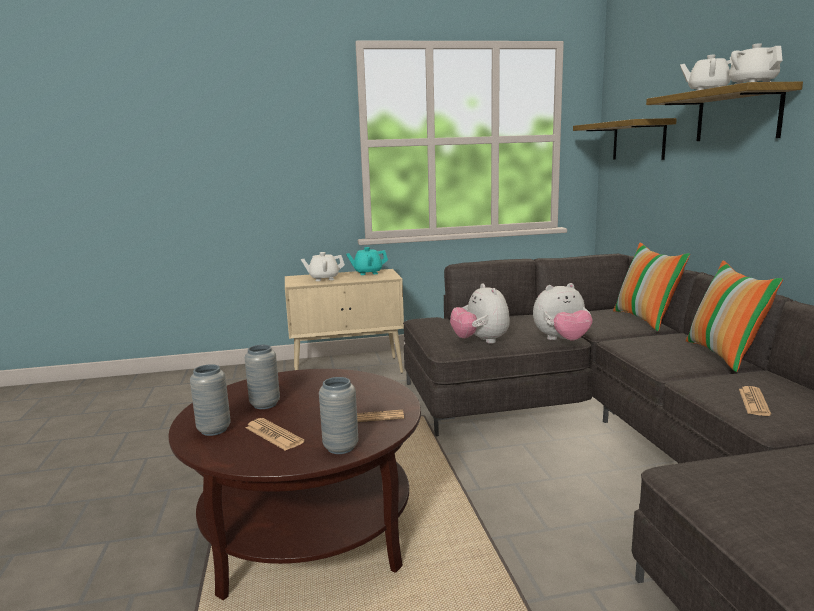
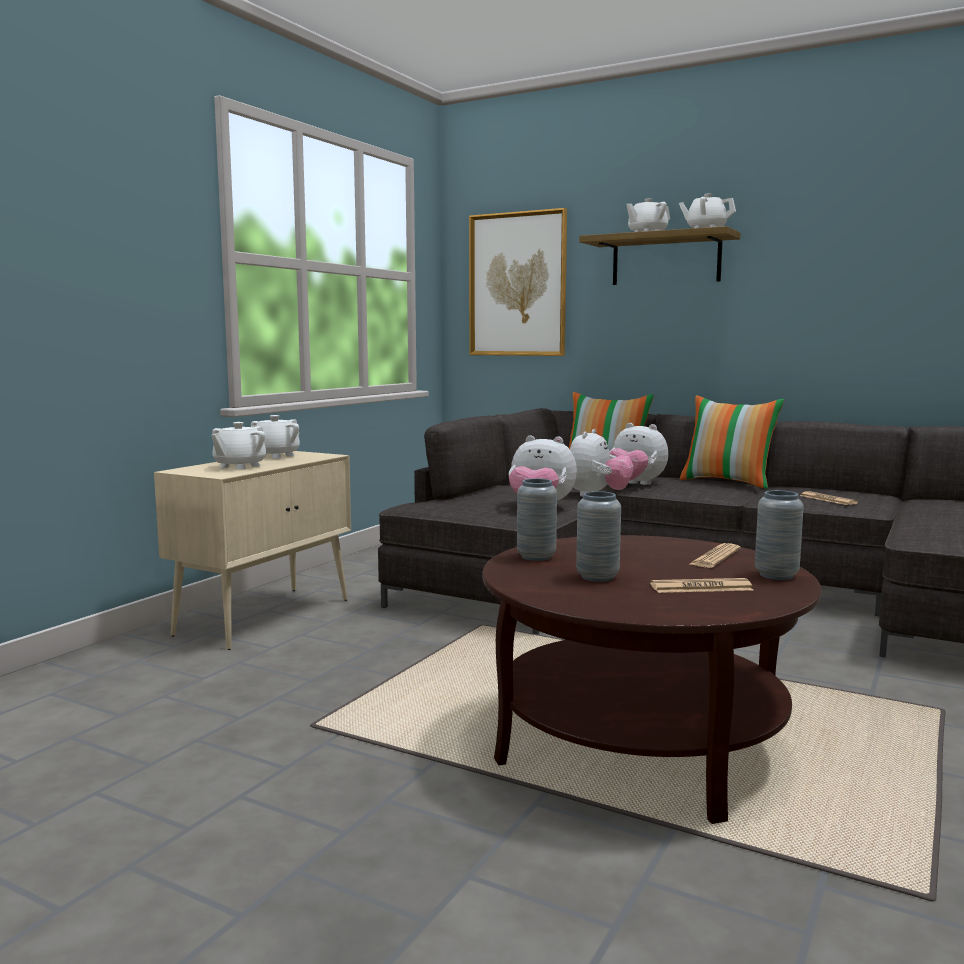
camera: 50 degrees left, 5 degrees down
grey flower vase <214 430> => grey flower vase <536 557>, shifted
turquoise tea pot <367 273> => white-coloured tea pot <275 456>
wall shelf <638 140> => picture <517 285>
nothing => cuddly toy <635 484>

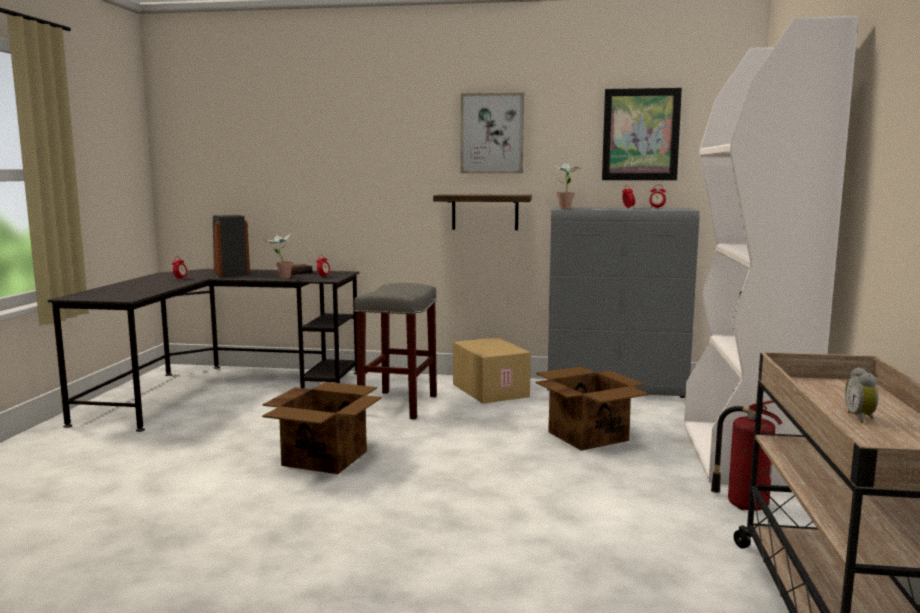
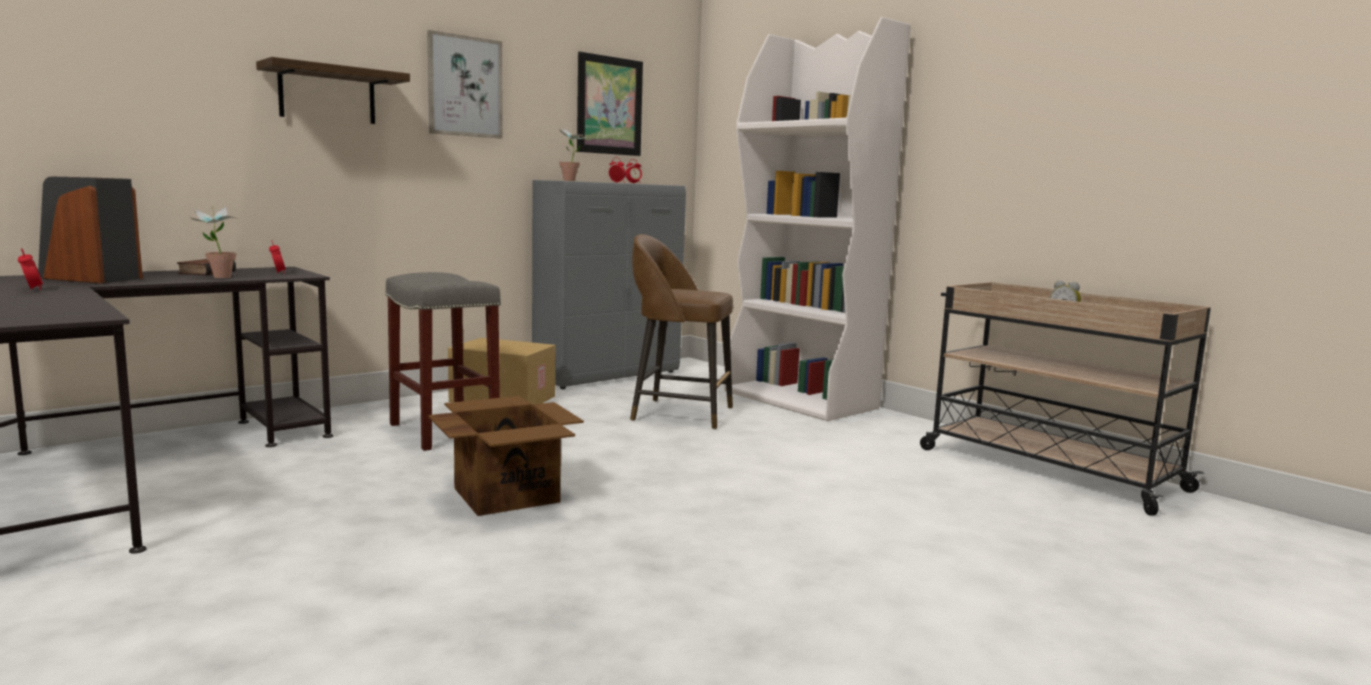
camera: 50 degrees left, 0 degrees up
wall shelf <485 212> => wall shelf <327 95>, shifted
carton <587 436> => brown sitting stool <679 413>
fire-fighting cylinder <745 504> => nothing

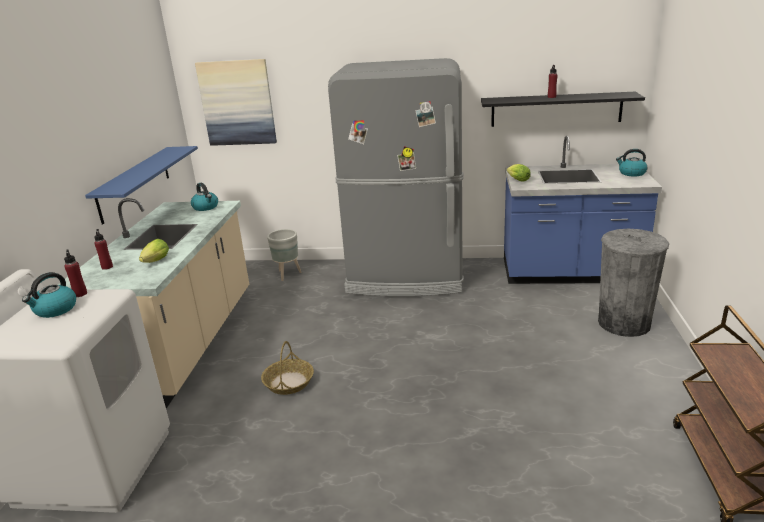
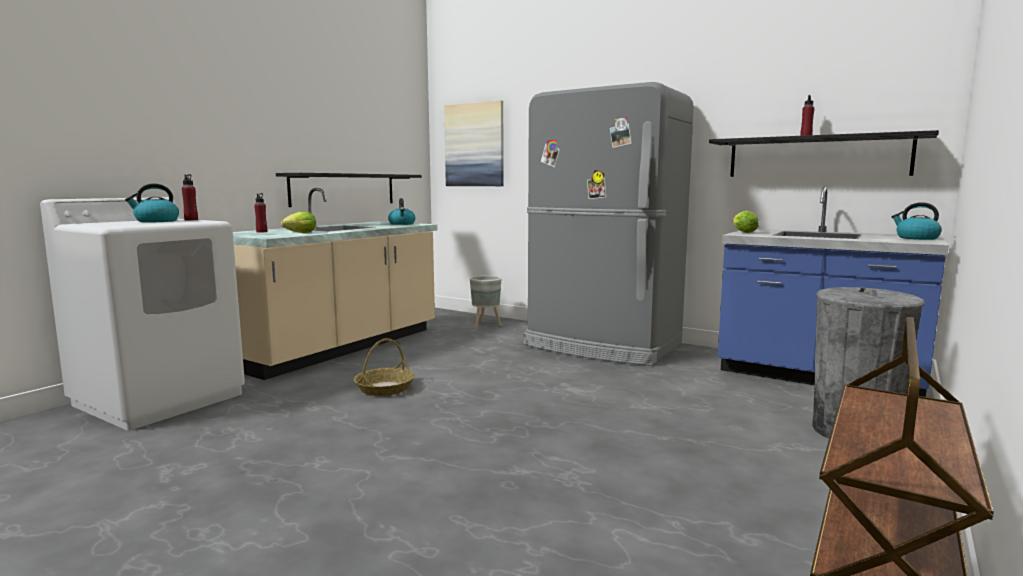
camera: 25 degrees right, 15 degrees down
bluish wall shelf <134 183> => blackish wall shelf <344 189>

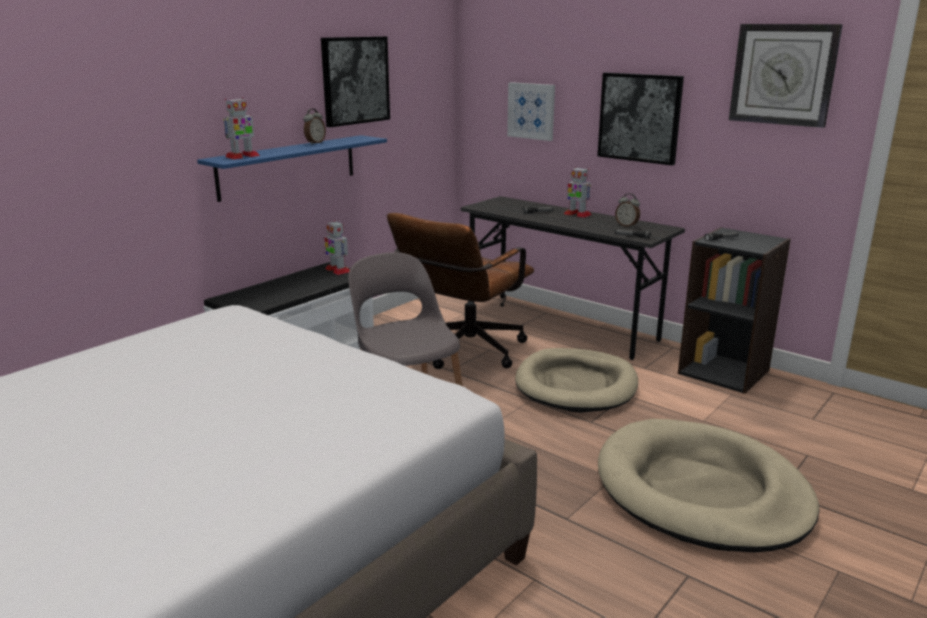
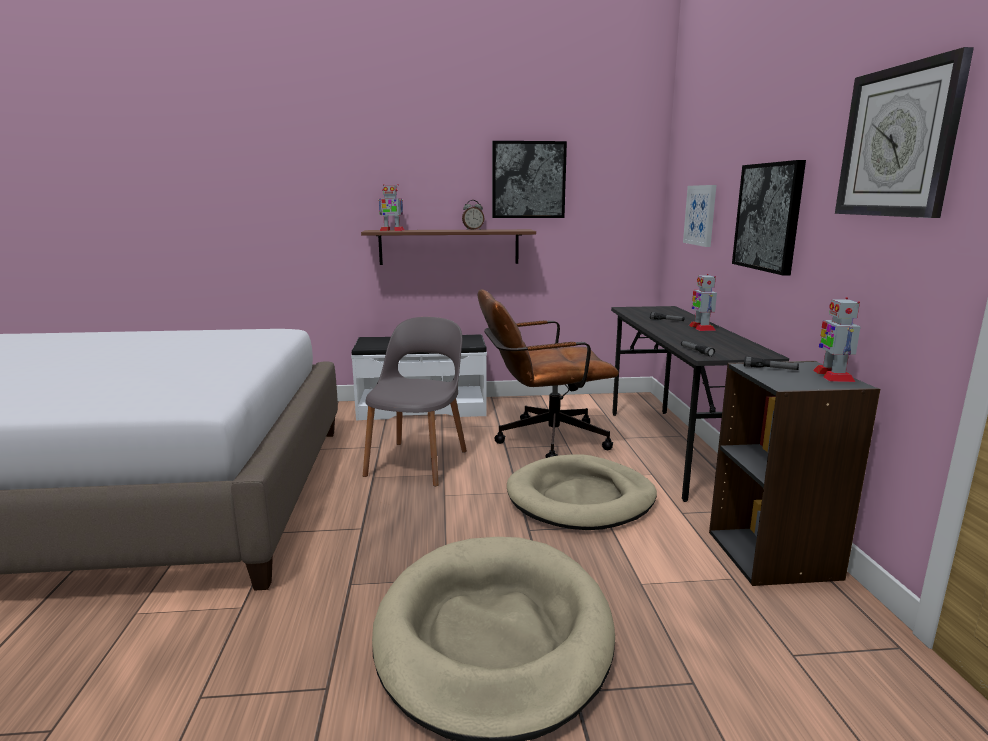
camera: 45 degrees right, 5 degrees down
bluish wall shelf <288 166> => brown wall shelf <449 247>
toy robot <337 270> => toy robot <832 376>, shifted
alarm clock <627 226> => nothing

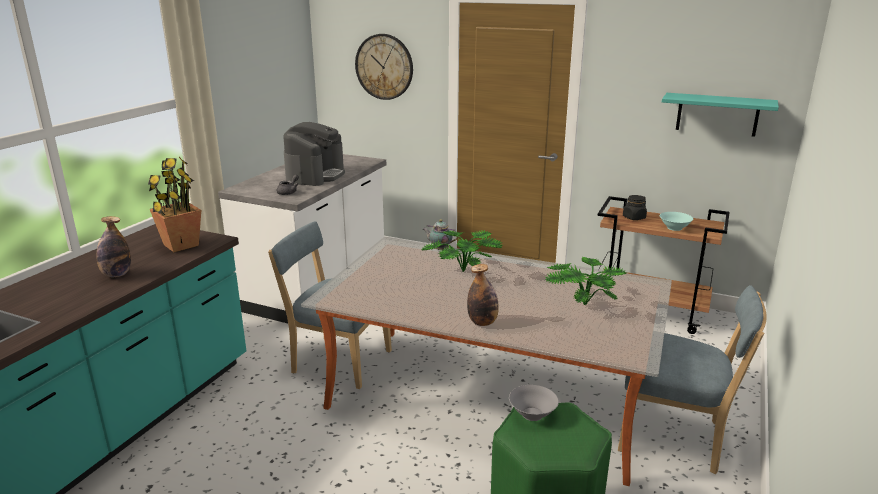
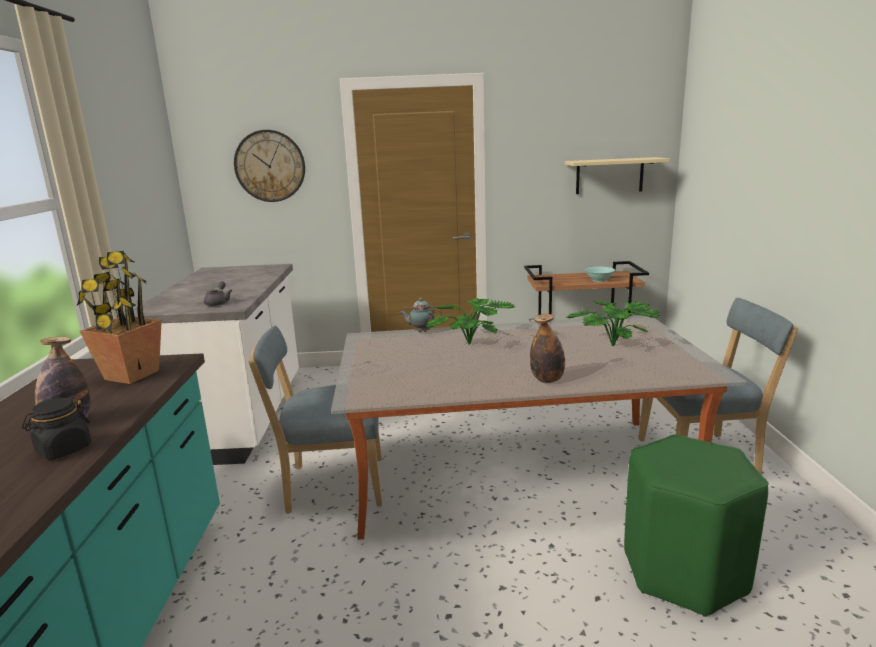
camera: 25 degrees left, 5 degrees down
coffee brewer <315 175> => nothing
grey serving bowl <533 414> => nothing
blackish jar <634 217> => blackish jar <63 449>, shifted
turquoise wall shelf <717 114> => sand-coloured wall shelf <609 176>

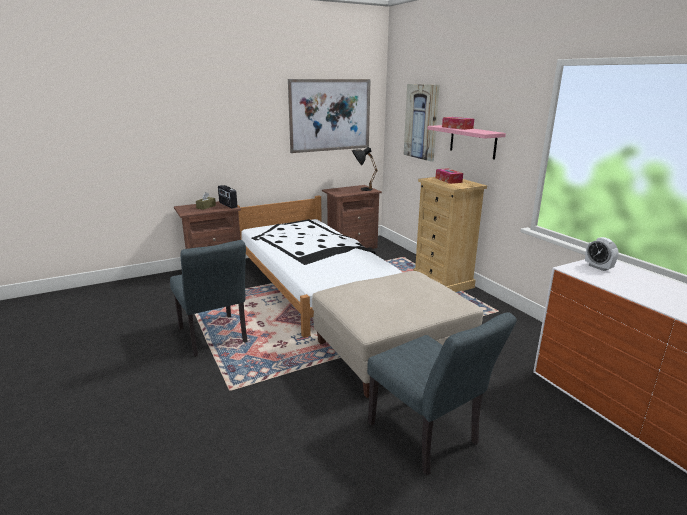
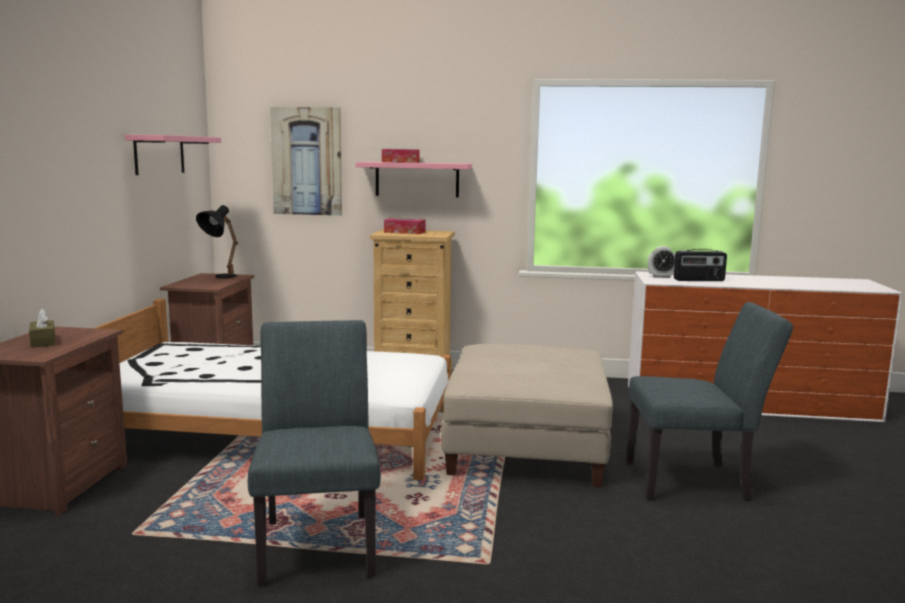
camera: 55 degrees left, 10 degrees down
grey upright chair <214 338> => grey upright chair <318 541>, 105 degrees counterclockwise
radio receiver <227 205> => radio receiver <699 280>, shifted
picture <330 115> => pink-coloured wall shelf <159 155>

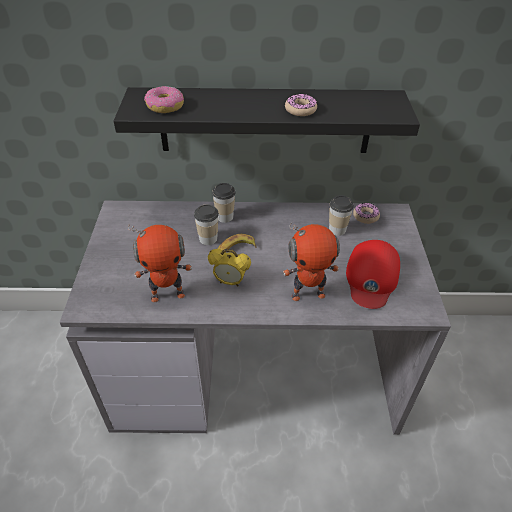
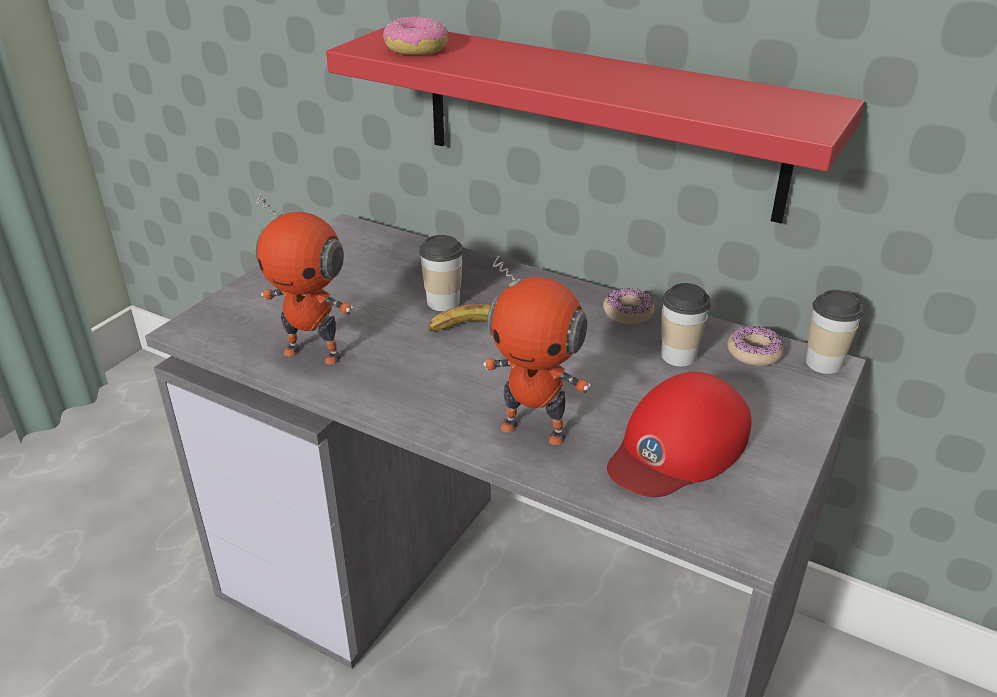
camera: 30 degrees right, 10 degrees down
blackish wall shelf <265 121> => reddish wall shelf <598 120>
alarm clock <230 282> => nothing
cup <224 217> => cup <823 363>, shifted
ring doughnut <300 109> => ring doughnut <628 312>, shifted

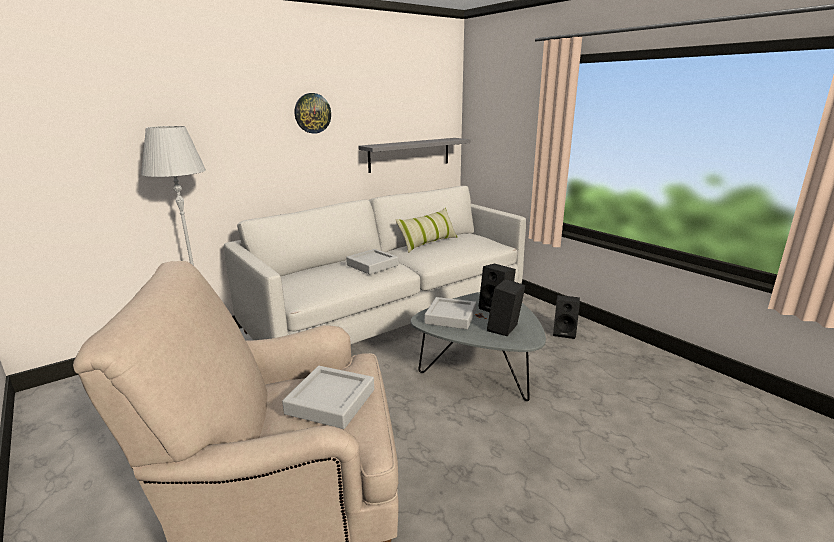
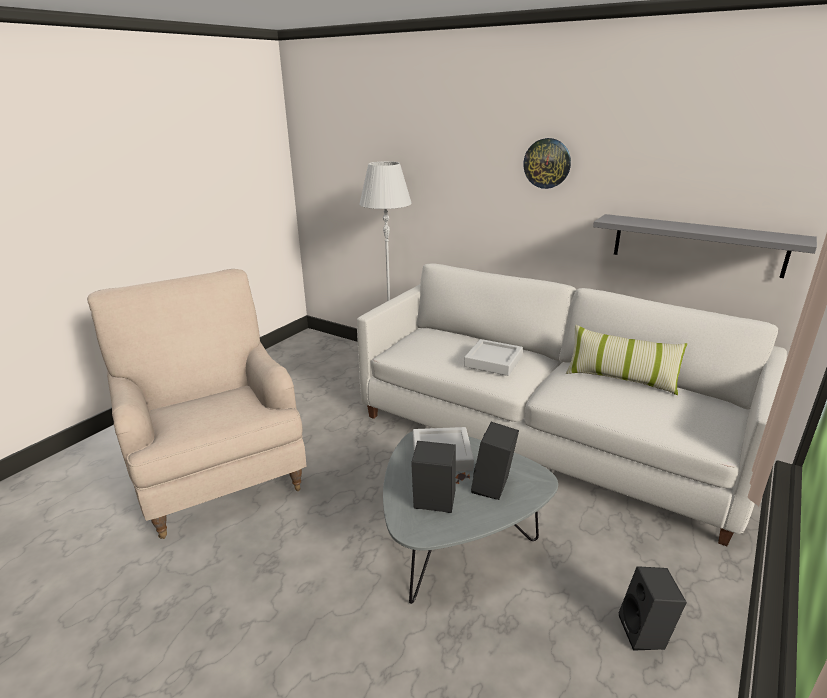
camera: 70 degrees right, 5 degrees up
grey tray <330 402> => nothing

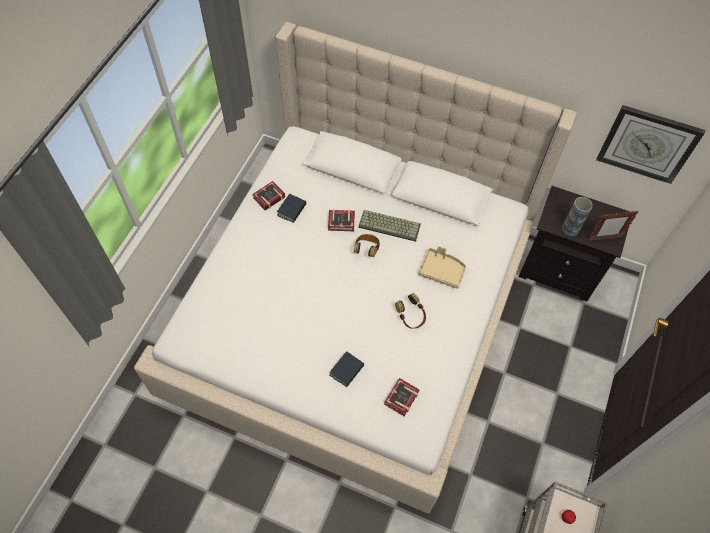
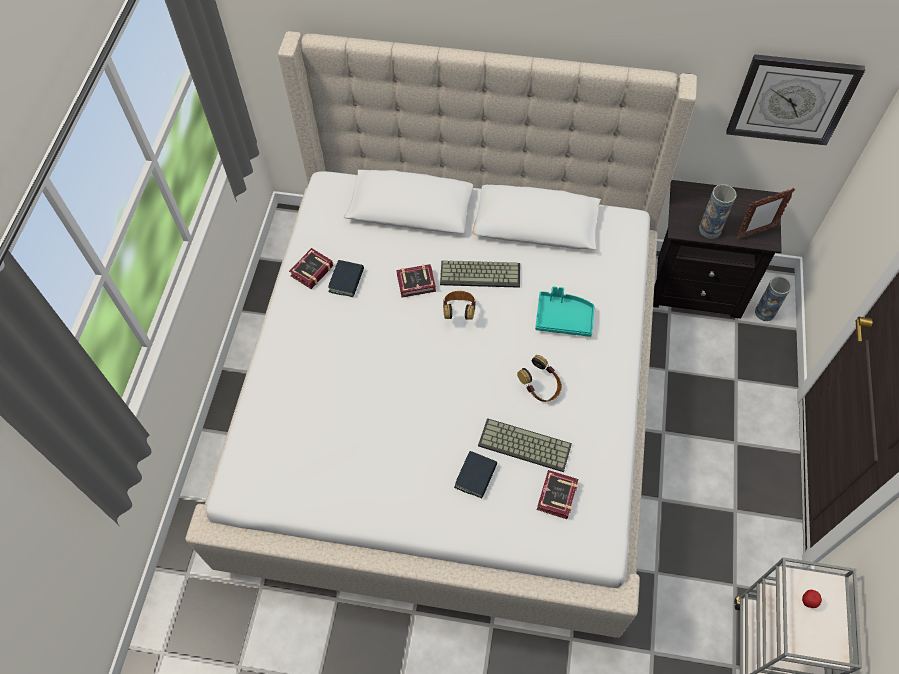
camera: 10 degrees left, 0 degrees up
sand-coloured tray <442 271> => turquoise tray <563 318>
nothing => PC keyboard <523 446>
nothing => flower vase <765 312>

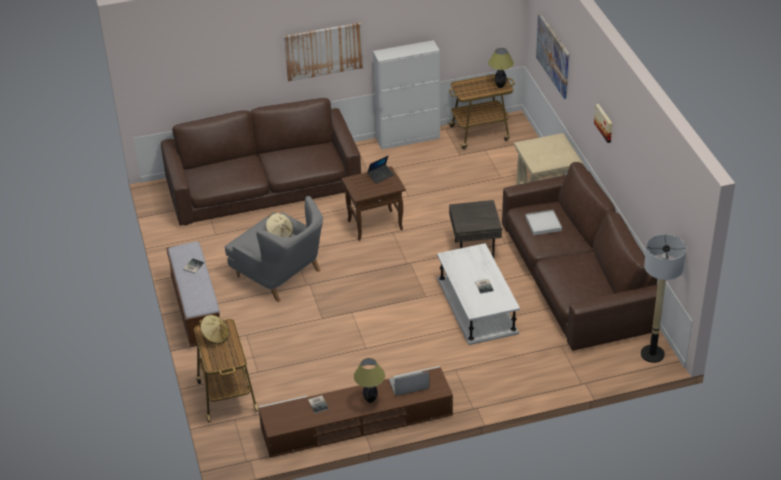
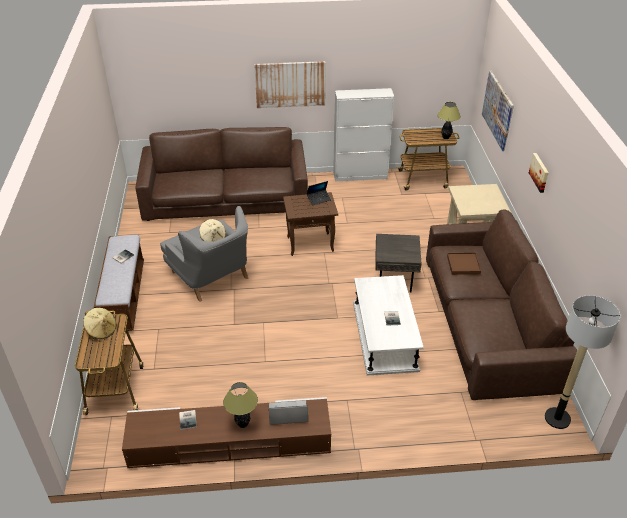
camera: 10 degrees right, 0 degrees up
white-coloured tray <543 224> => brown tray <463 265>

